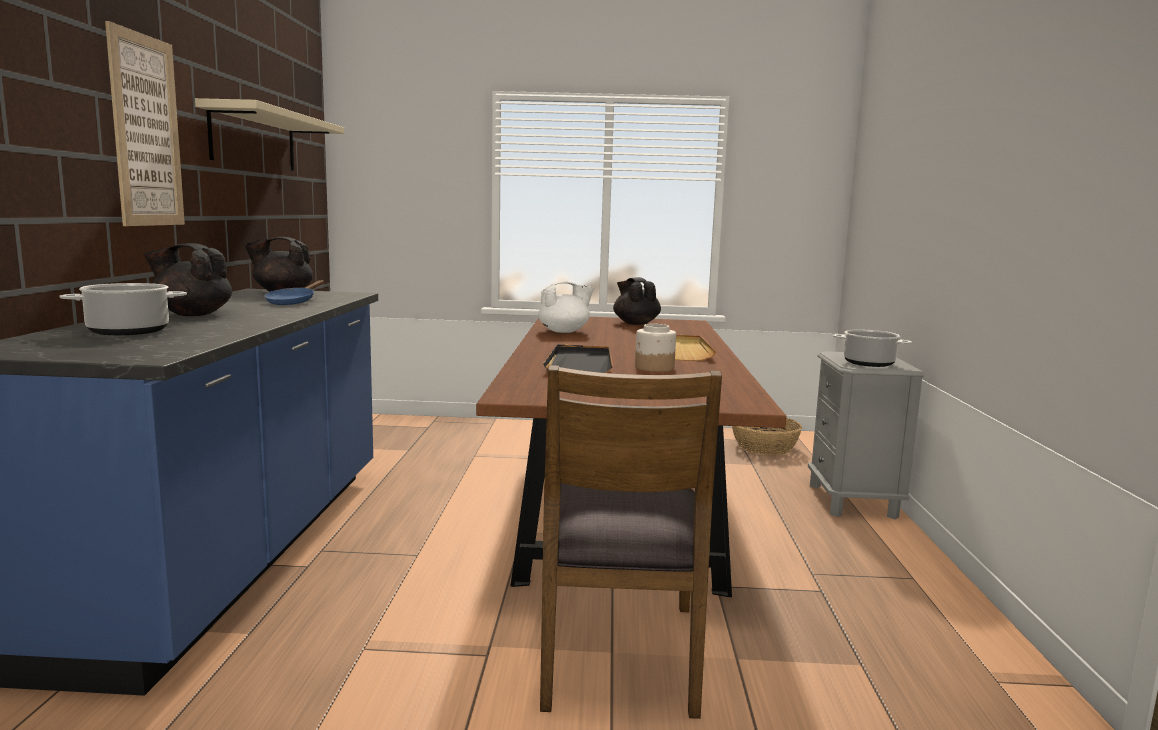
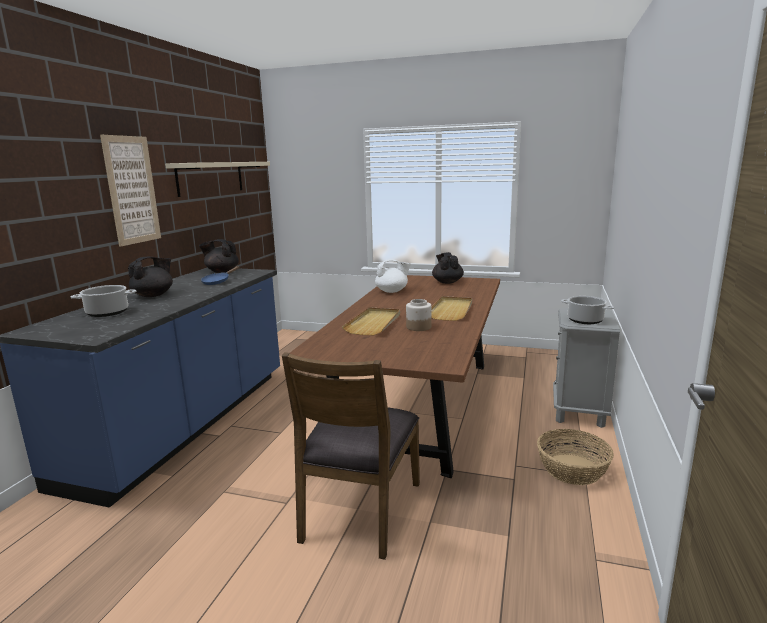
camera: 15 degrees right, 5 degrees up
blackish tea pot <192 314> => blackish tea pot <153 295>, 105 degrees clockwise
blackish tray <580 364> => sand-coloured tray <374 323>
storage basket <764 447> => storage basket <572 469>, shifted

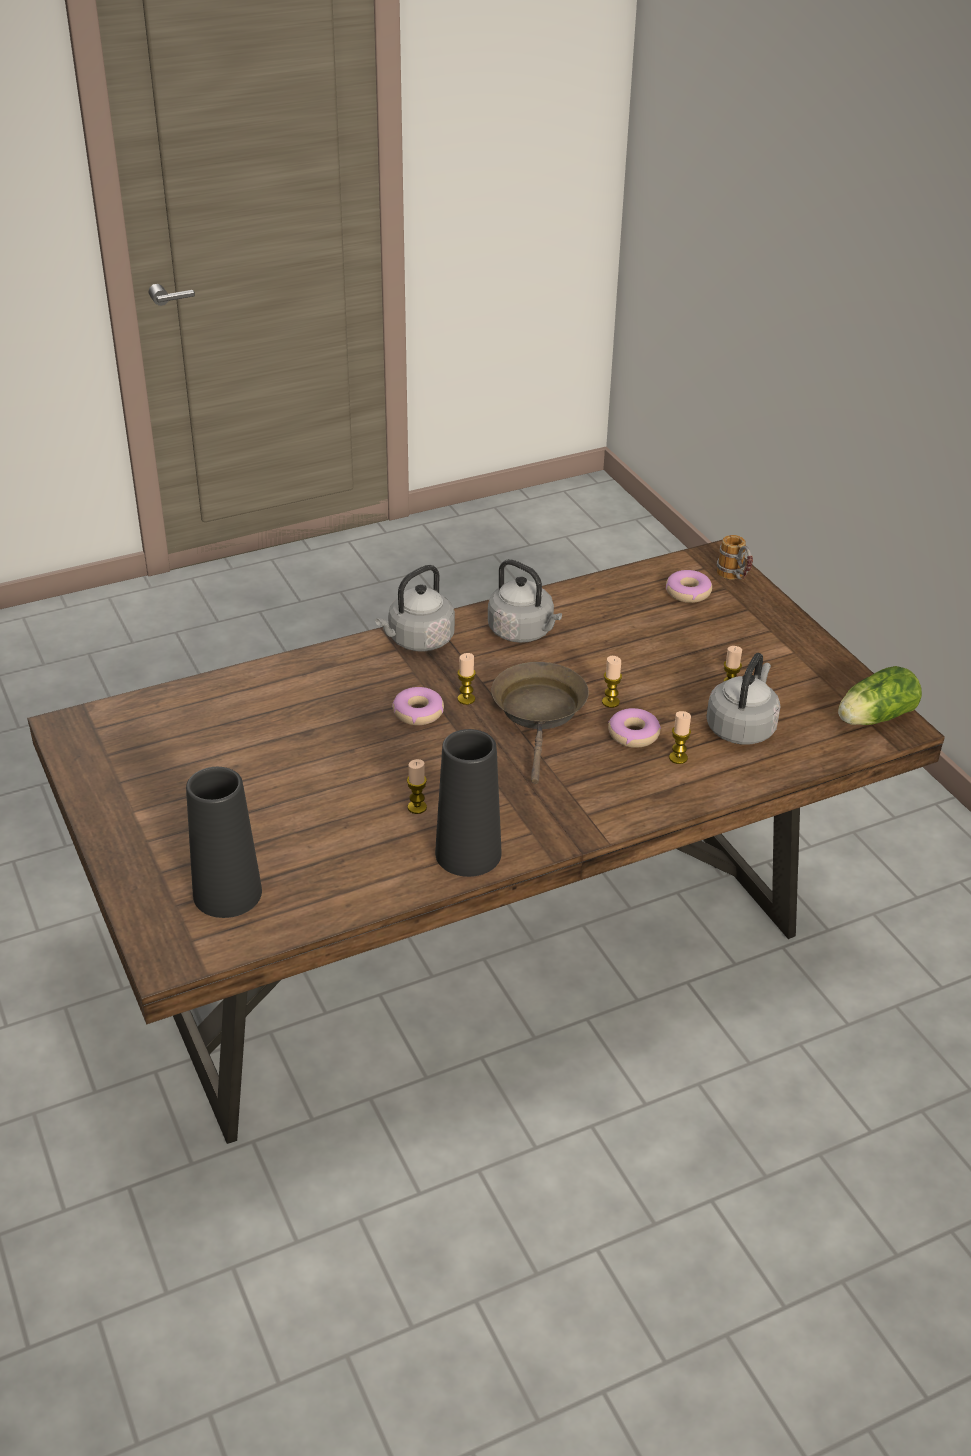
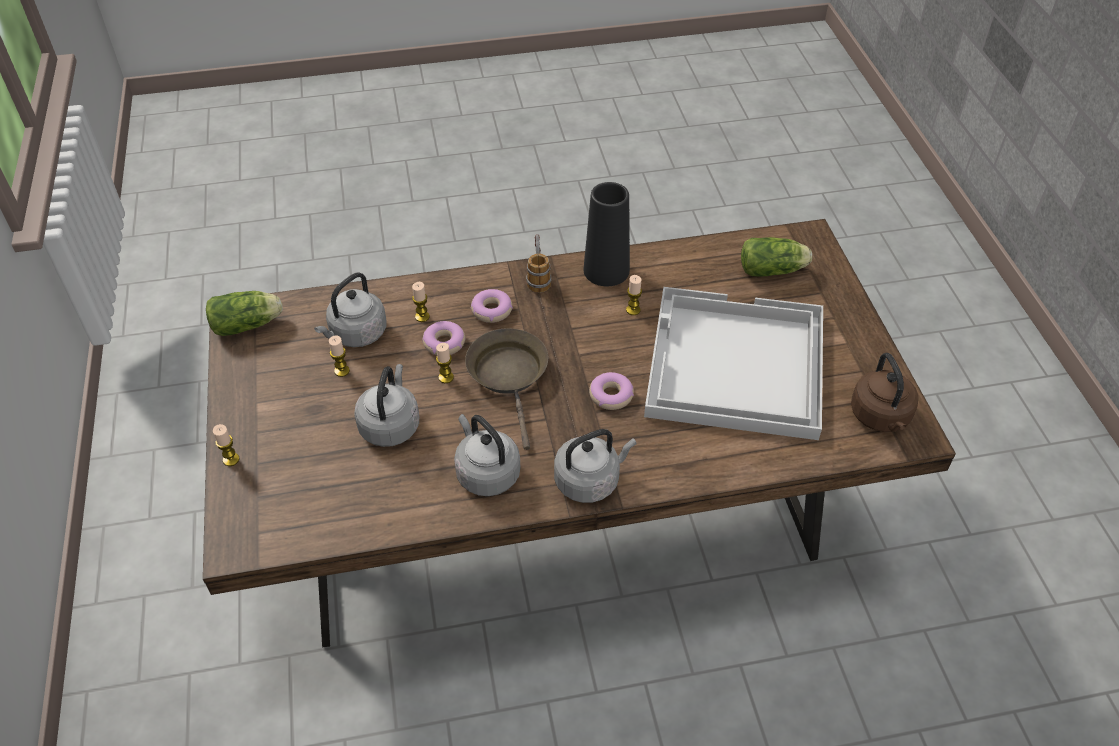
camera: 165 degrees left, 10 degrees up
blackish flower vase <227 893> => lettuce head <774 270>
wax light <466 699> => wax light <231 459>, shifted
brown frying pan <539 713> => brown frying pan <509 376>, 150 degrees clockwise
ring doughnut <688 592> => ring doughnut <491 310>, shifted
coffee mug <735 579> => coffee mug <538 277>, shifted
nothing => grey kettle <390 425>
nothing => white-coloured tray <733 366>
nothing => brown kettle <881 417>

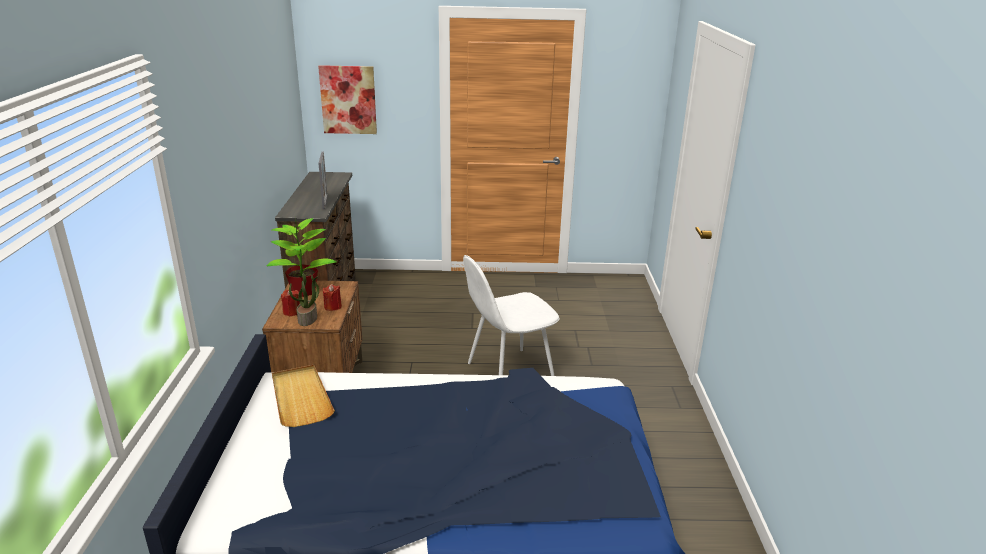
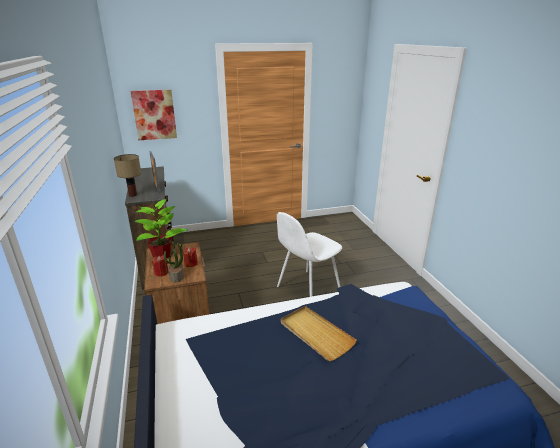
camera: 15 degrees left, 0 degrees up
sand-coloured tray <300 398> => sand-coloured tray <315 334>, shifted
nothing => tabletop lamp <133 195>

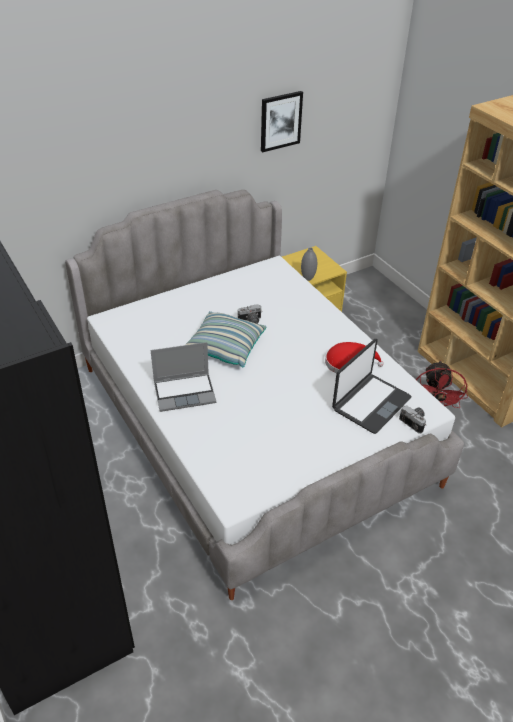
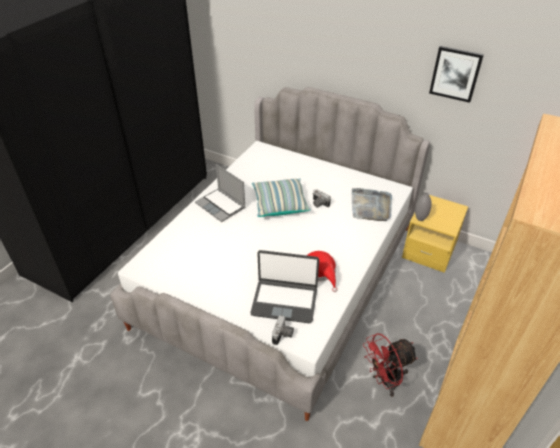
camera: 60 degrees right, 0 degrees up
nothing => grey tray <371 206>

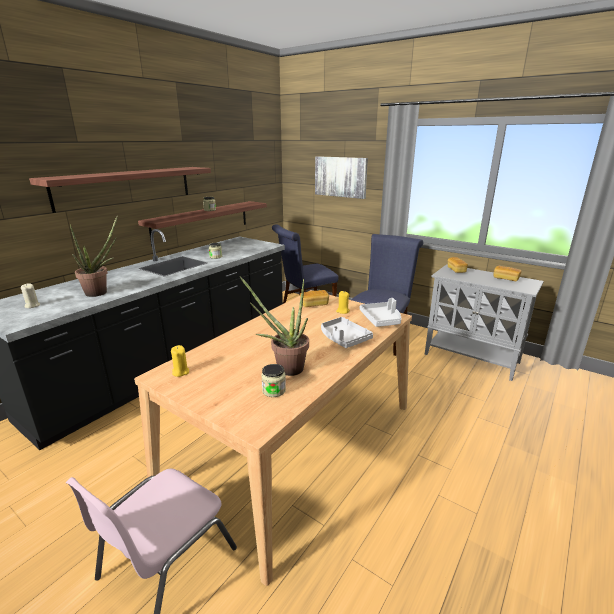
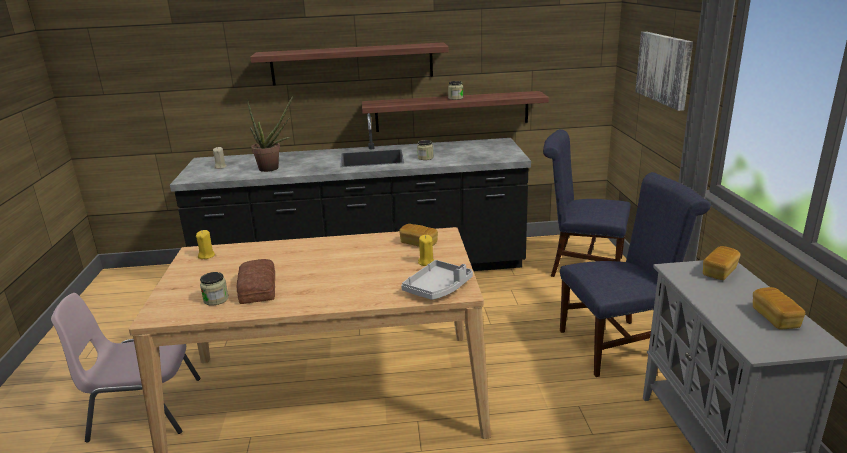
camera: 50 degrees right, 0 degrees up
plant in a pot <284 368> => bread <259 288>
grey tray <343 338> => nothing

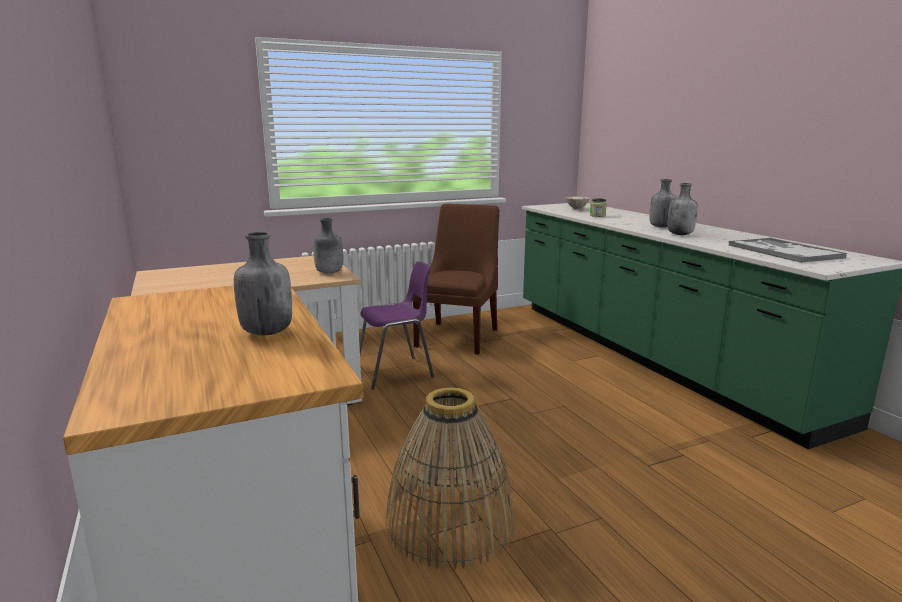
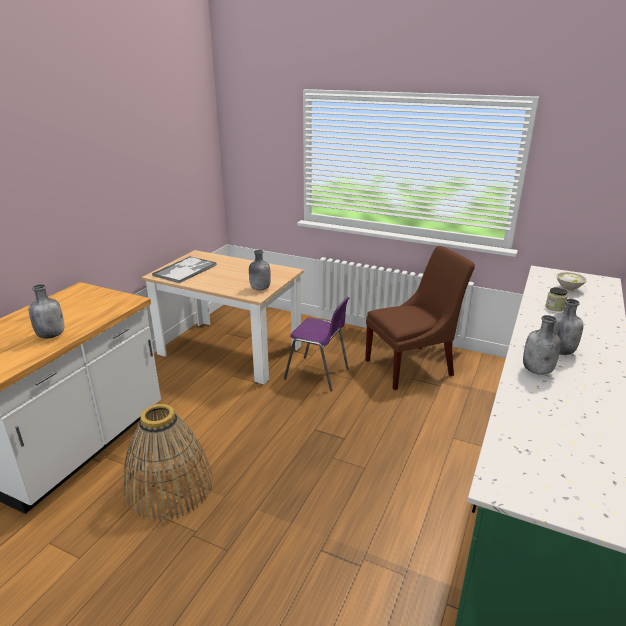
camera: 50 degrees right, 10 degrees up
tray <783 251> => tray <185 270>, shifted

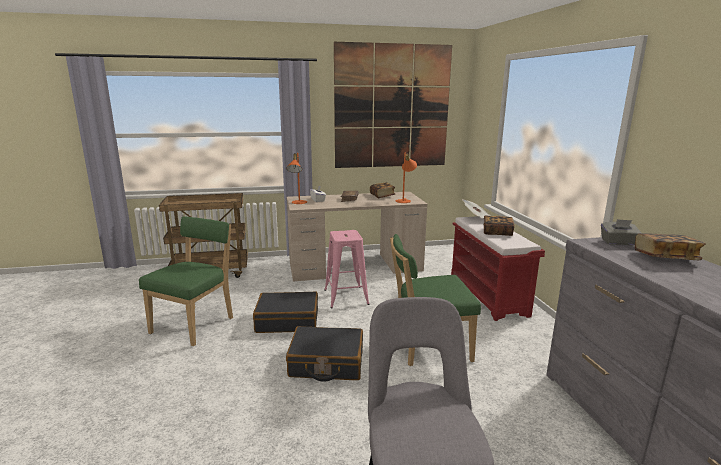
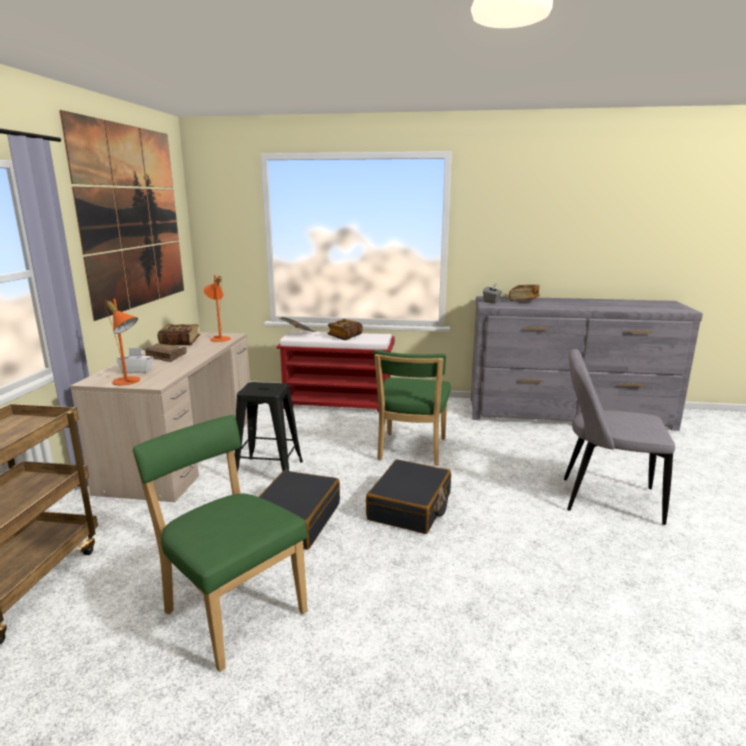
camera: 70 degrees left, 0 degrees up
pink-coloured sitting stool <346 297> => blackish sitting stool <268 471>

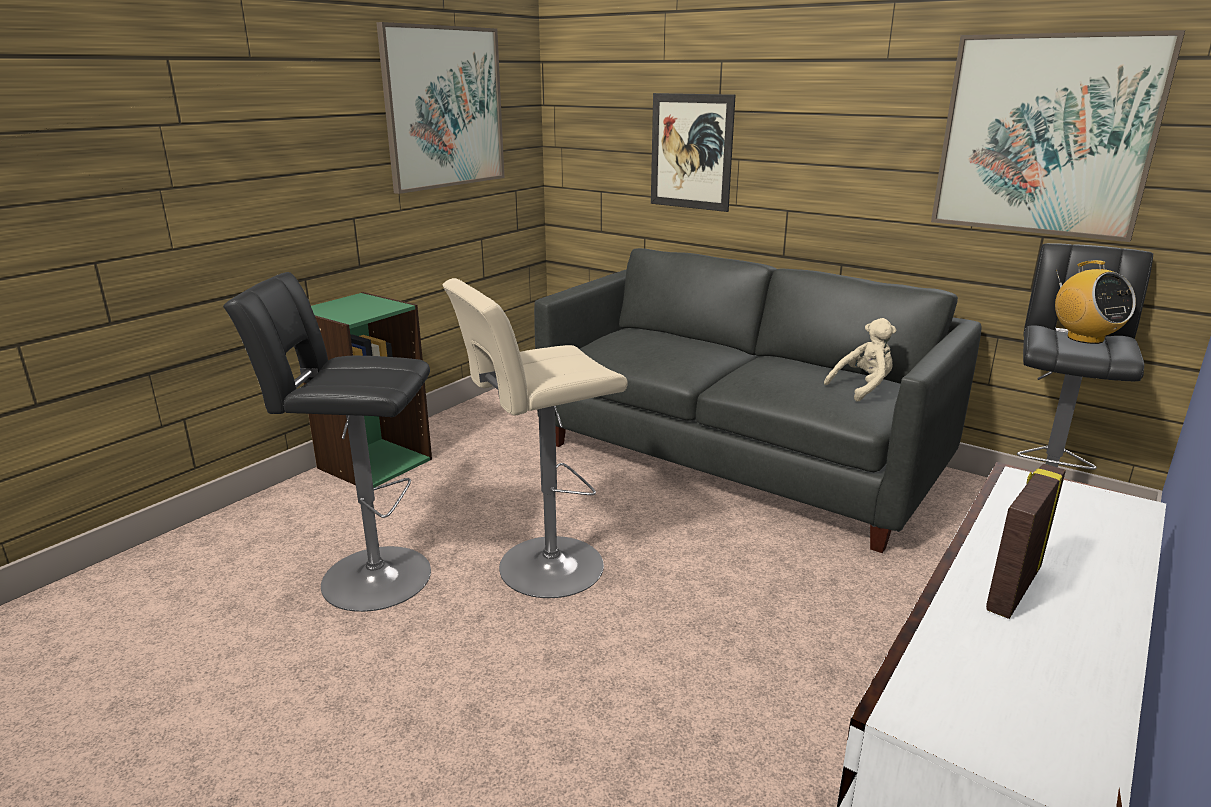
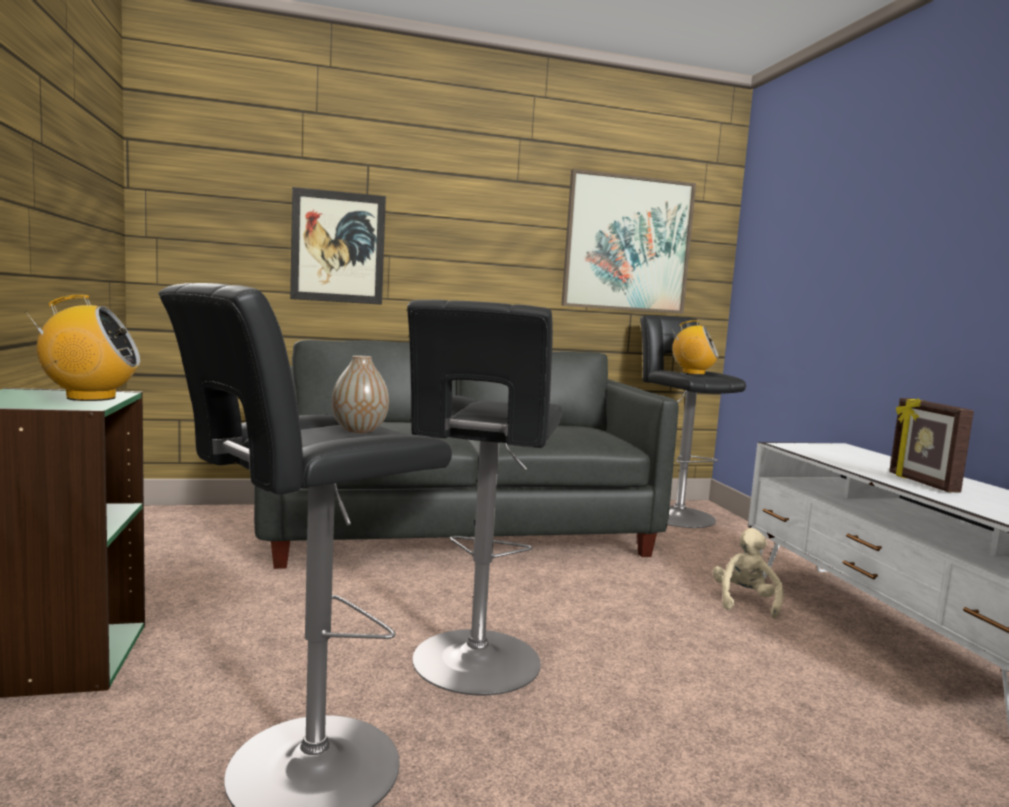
camera: 50 degrees left, 15 degrees down
picture <444 108> => nothing
sand-coloured sitting stool <544 568> => blackish sitting stool <474 665>
sand-coloured cuddly toy <863 388> => sand-coloured cuddly toy <744 602>, shifted
nothing => radio receiver <90 398>
nothing => flower vase <359 430>

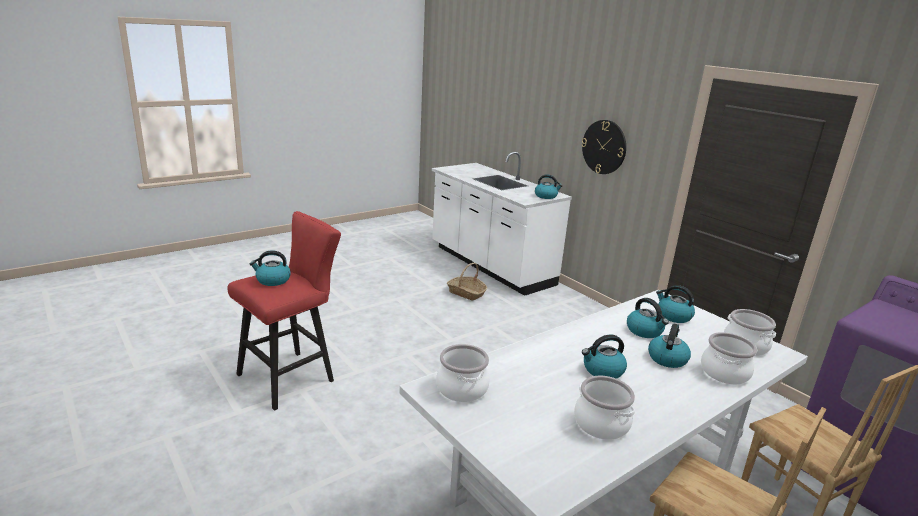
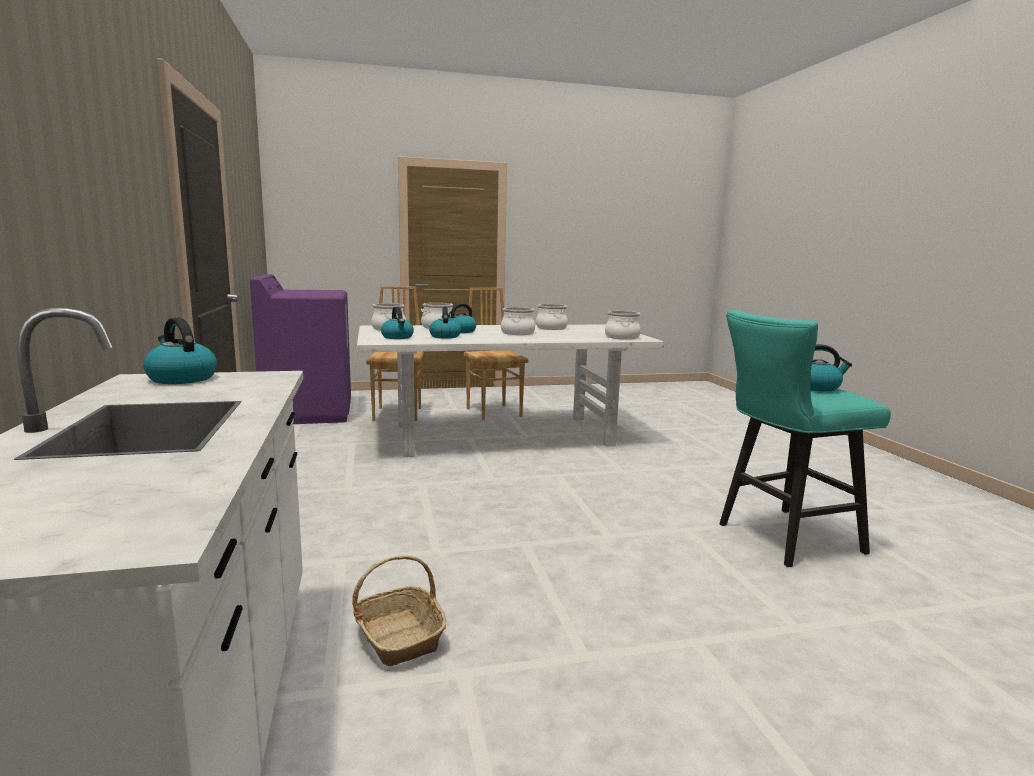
camera: 155 degrees left, 10 degrees down
reddish sitting stool <292 376> => turquoise sitting stool <781 538>
hanging clock <604 147> => nothing
kettle <602 370> => stockpot <517 333>

